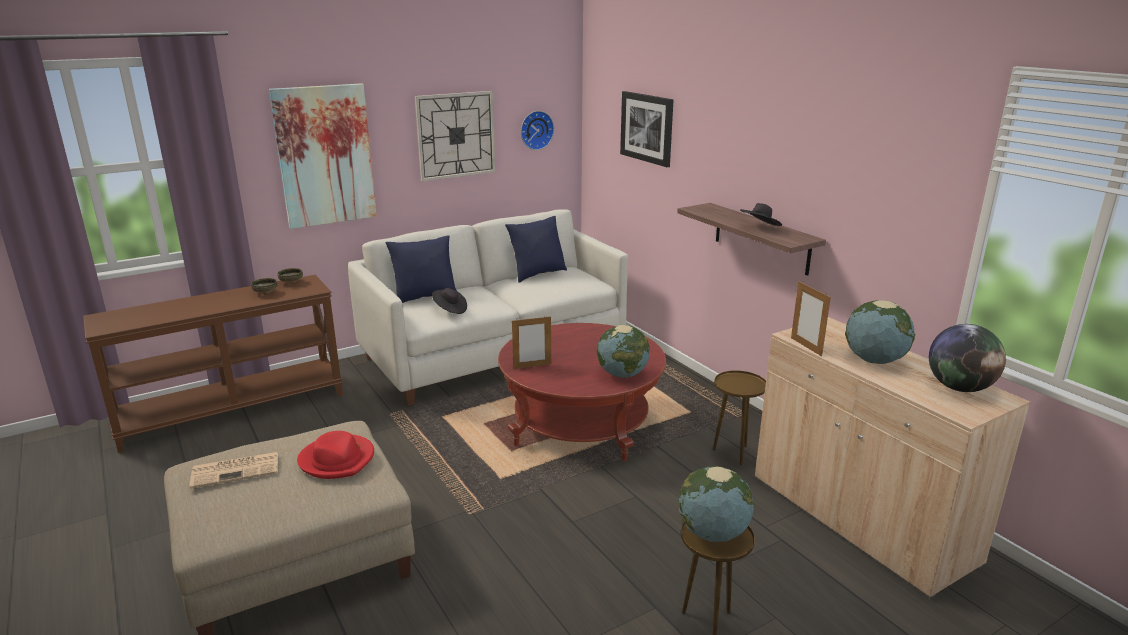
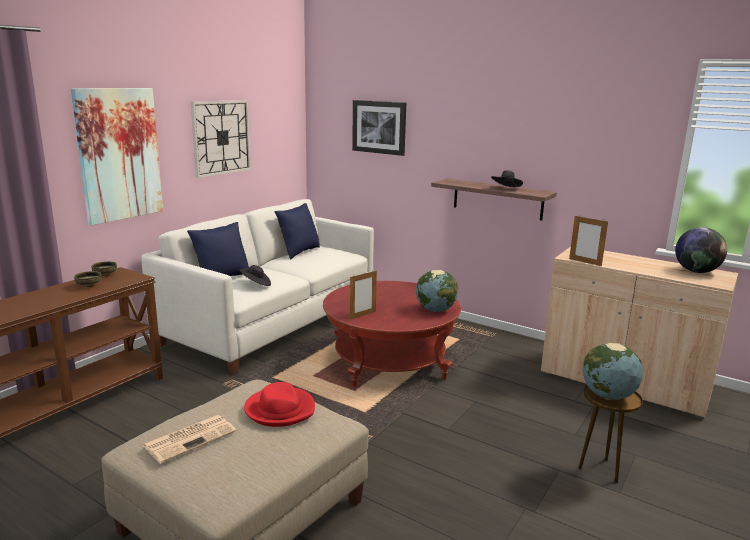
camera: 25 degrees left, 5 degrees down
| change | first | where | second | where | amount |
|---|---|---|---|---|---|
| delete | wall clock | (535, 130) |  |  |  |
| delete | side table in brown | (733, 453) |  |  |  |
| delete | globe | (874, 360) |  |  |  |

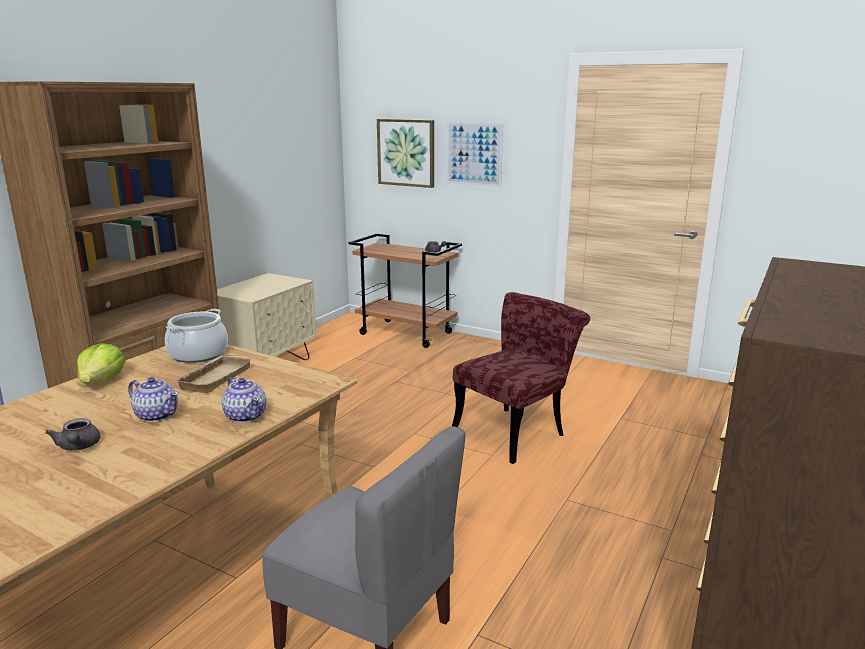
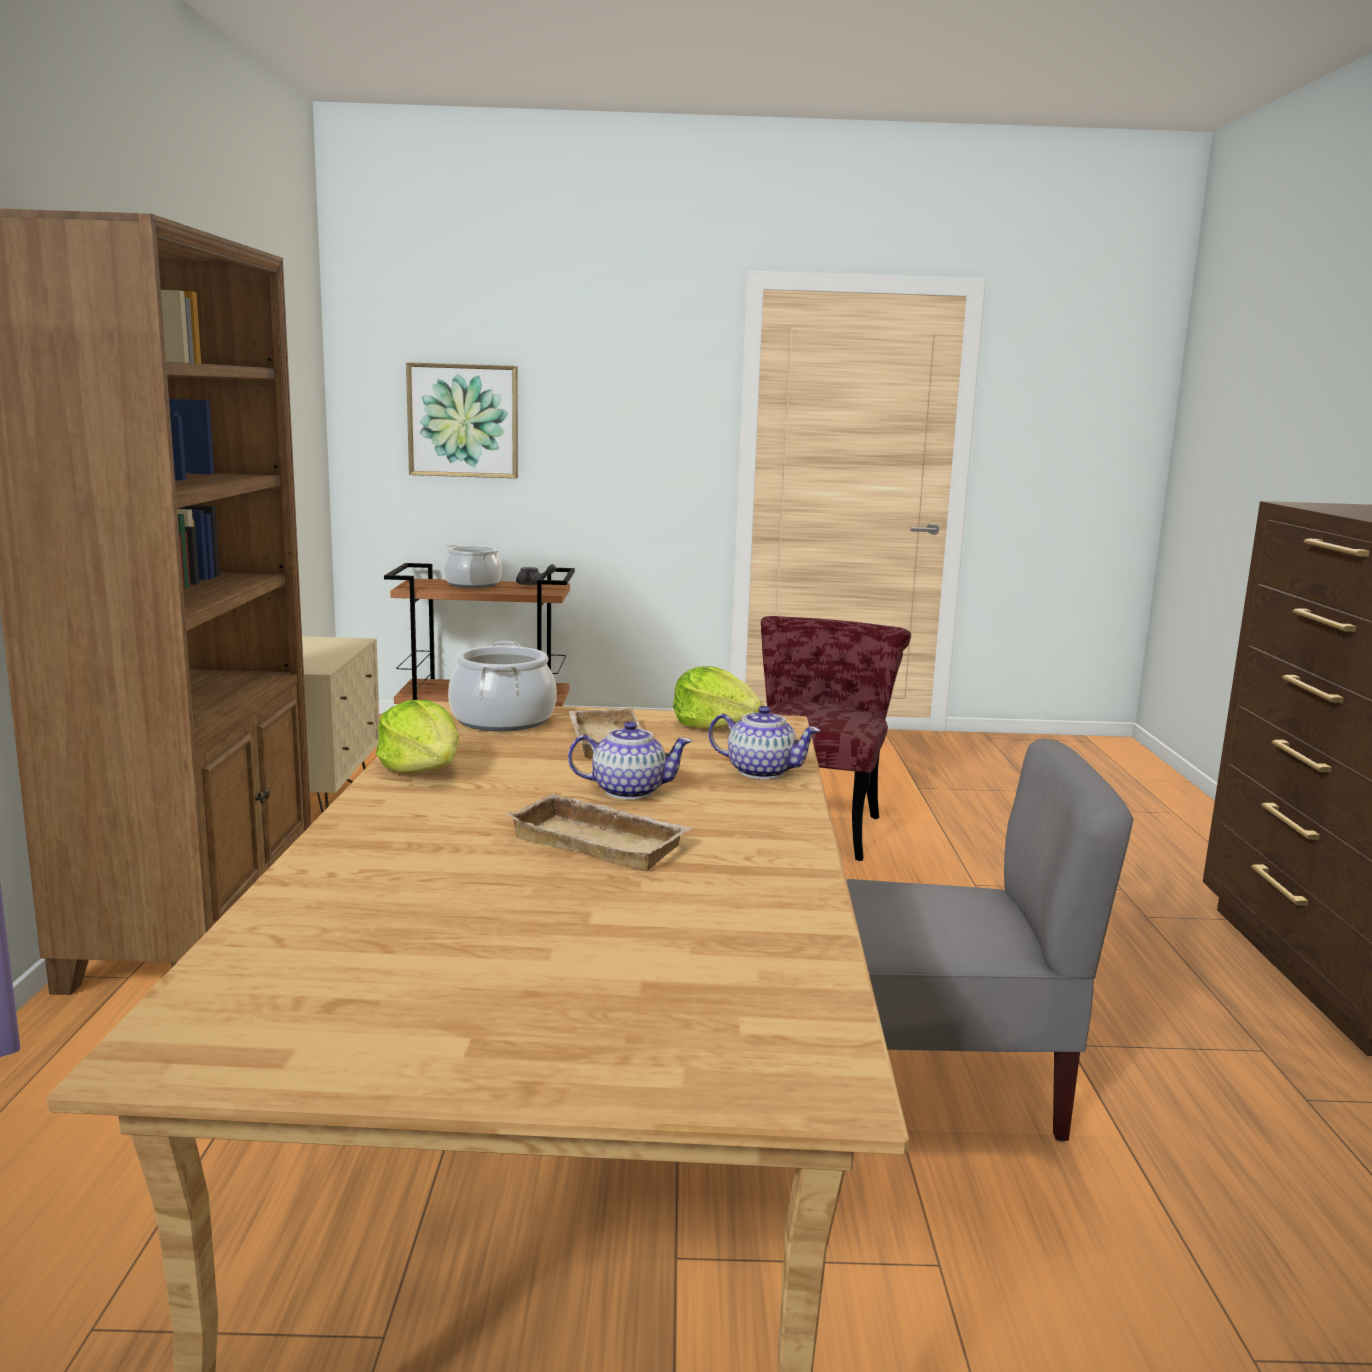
camera: 30 degrees left, 5 degrees down
| change | first | where | second | where | amount |
|---|---|---|---|---|---|
| insert |  |  | cooking pot | (473, 584) |  |
| replace | teapot in grey | (78, 447) | tray in beige | (602, 842) |  |
| insert |  |  | lettuce | (715, 726) |  |
| delete | picture | (474, 153) |  |  |  |

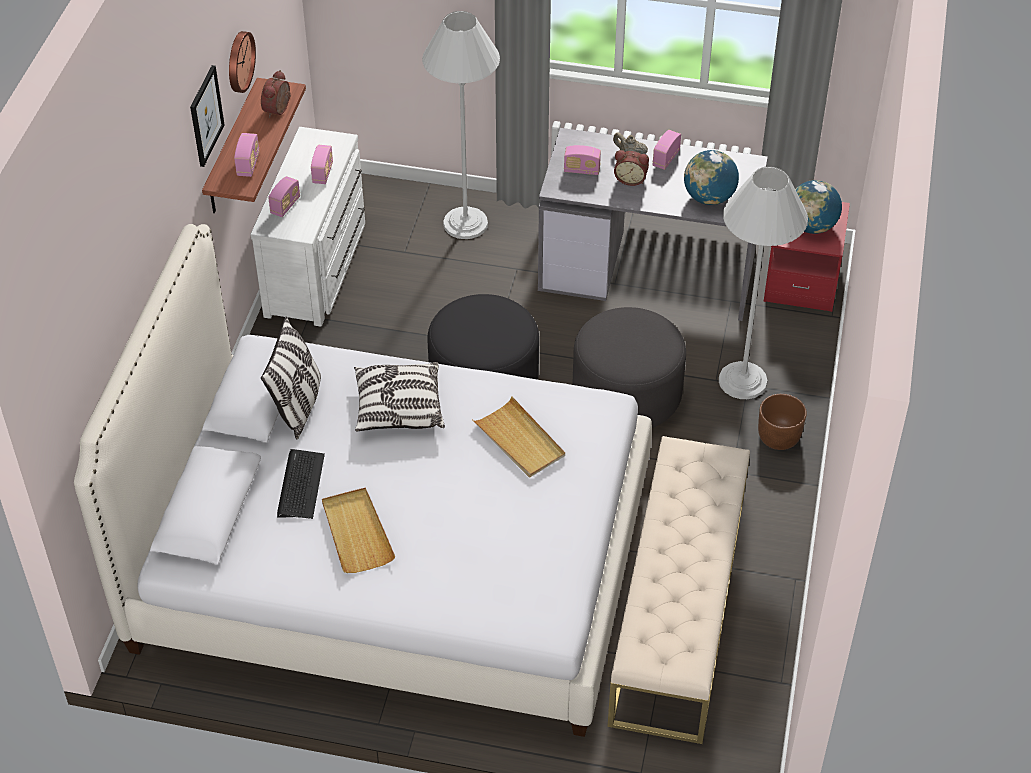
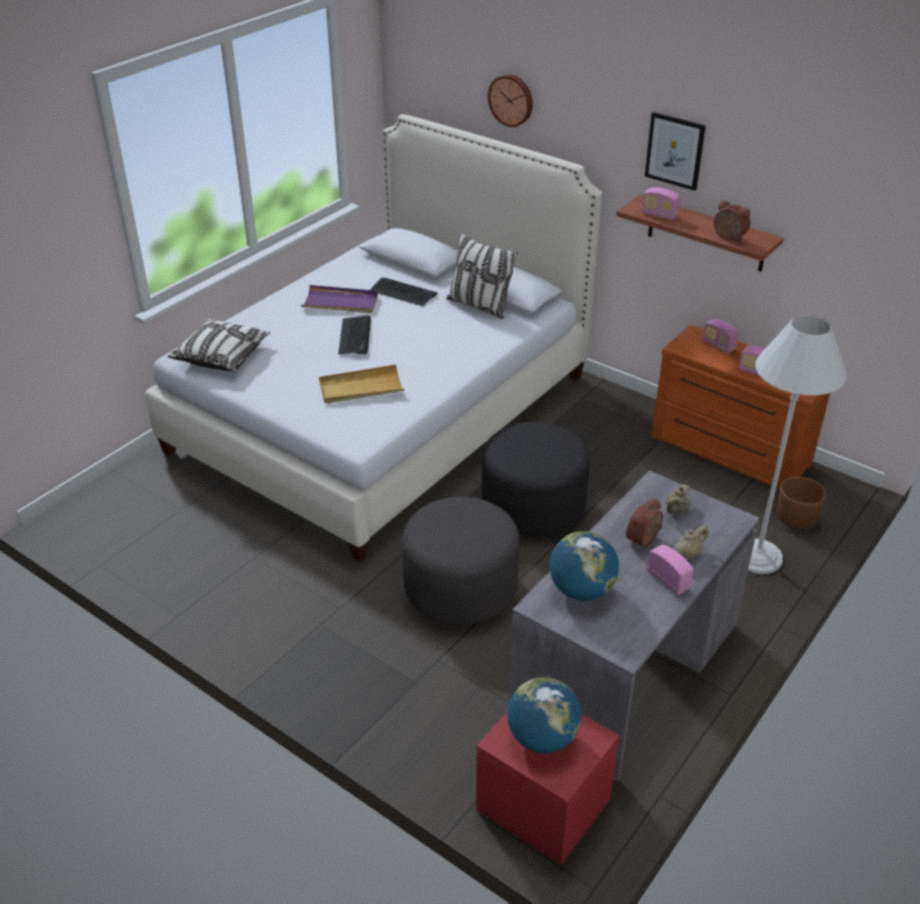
camera: 115 degrees right, 10 degrees down
| change | first | where | second | where | amount |
|---|---|---|---|---|---|
| move | pillow | (398, 408) |  | (222, 356) |  |
| recolor | tray in beige | (356, 532) | tray in purple | (341, 302) |  |
| insert |  |  | keyboard | (355, 336) |  |
| move | wall clock | (238, 61) |  | (511, 99) |  |
| recolor | dresser in white | (319, 267) | dresser in brown | (728, 452) |  |
| replace | radio | (581, 170) | teapot in beige | (676, 510) |  |
| move | planter in brown | (778, 437) |  | (796, 519) |  |
| delete | bench in beige | (677, 610) |  |  |  |
| delete | floor lamp in white | (742, 381) |  |  |  |

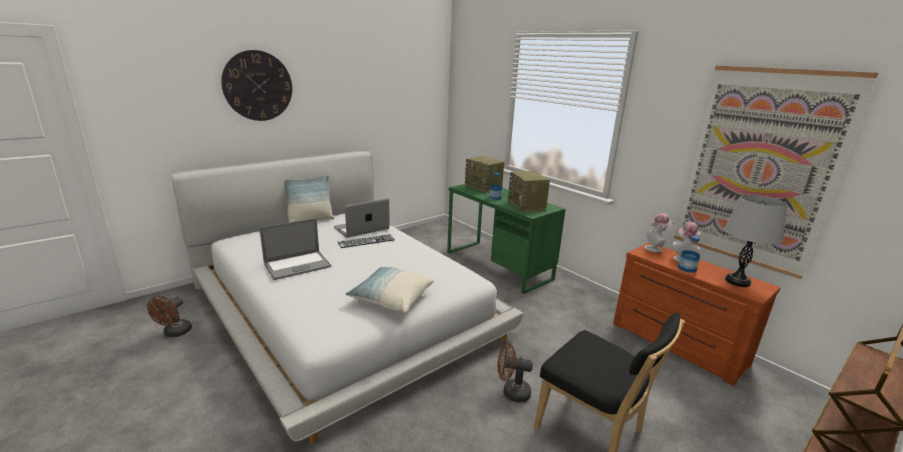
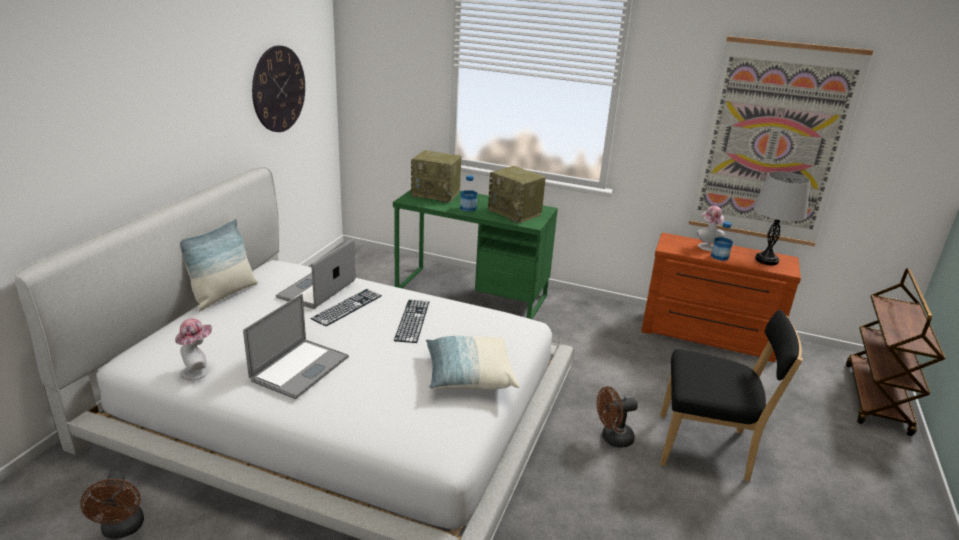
camera: 30 degrees left, 5 degrees up
| change | first | where | second | where | amount |
|---|---|---|---|---|---|
| move | hat | (655, 248) |  | (198, 371) |  |
| move | wall clock | (258, 86) |  | (279, 89) |  |
| insert |  |  | keyboard | (412, 320) |  |

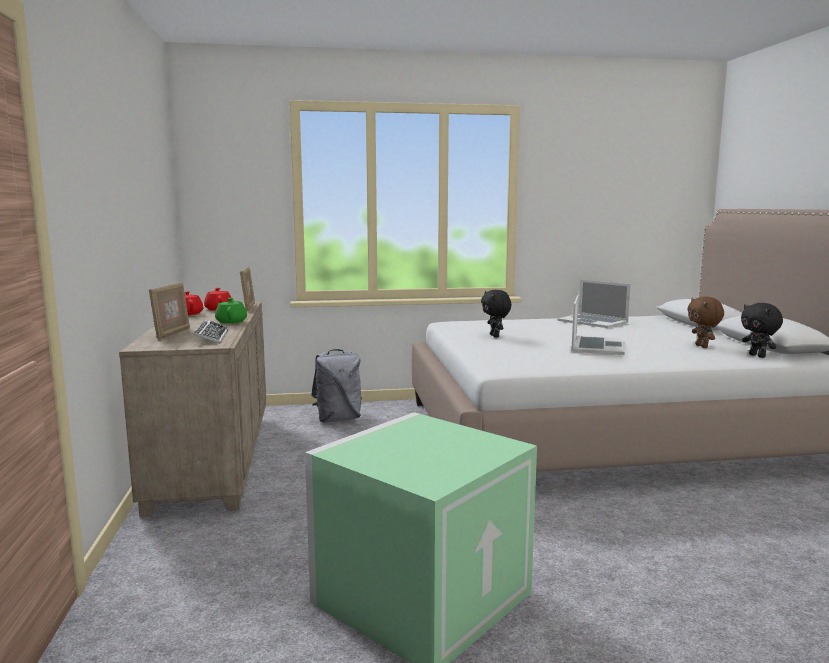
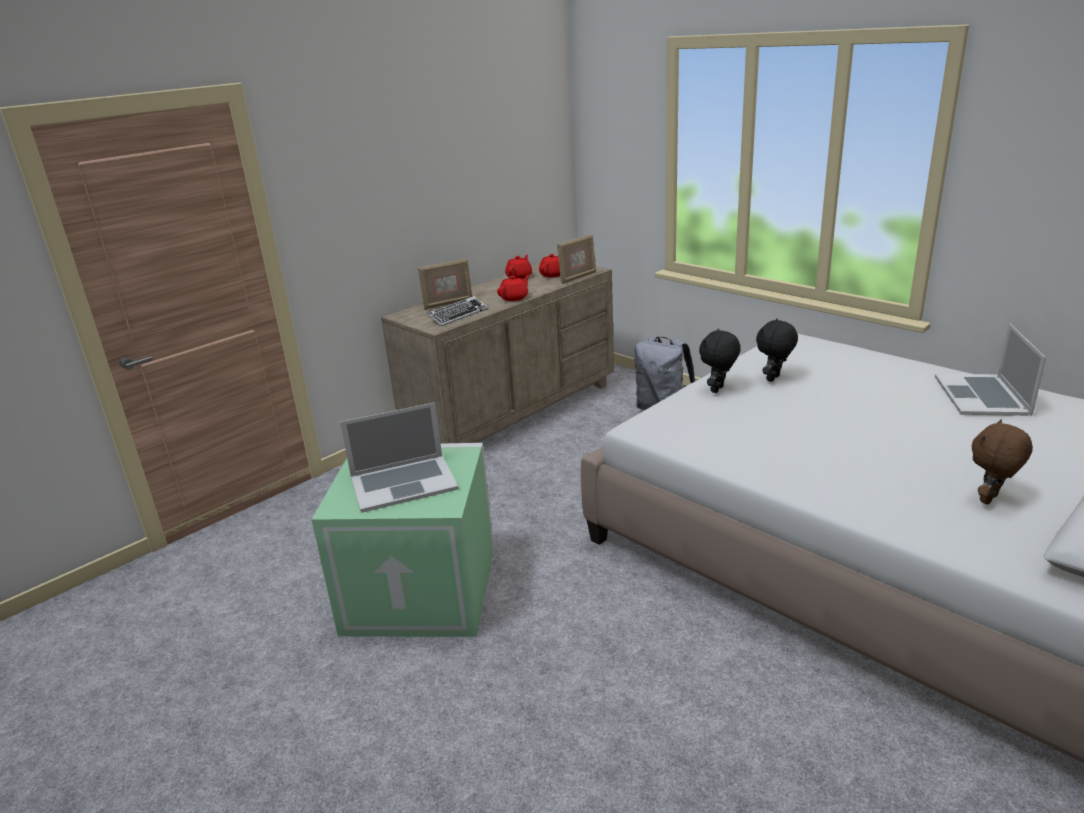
camera: 55 degrees right, 15 degrees up
| change | first | where | second | where | amount |
|---|---|---|---|---|---|
| move | laptop | (597, 346) |  | (403, 483) |  |
| recolor | teapot in green | (231, 321) | teapot in red | (514, 298) |  |
| move | plush toy in black | (758, 356) |  | (718, 390) |  |

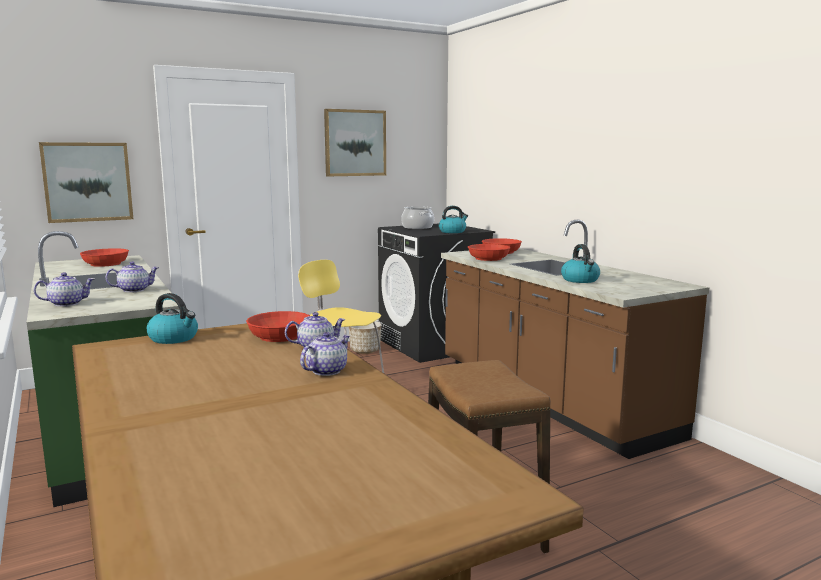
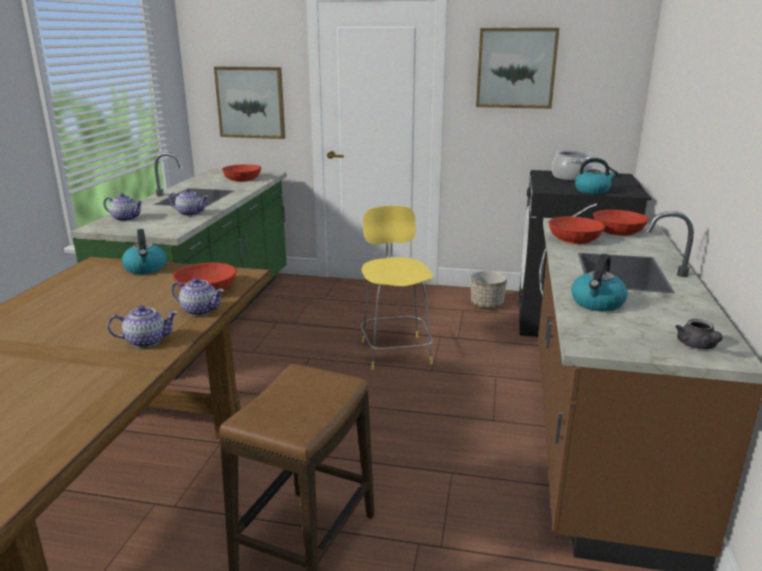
camera: 40 degrees right, 10 degrees up
| change | first | where | second | where | amount |
|---|---|---|---|---|---|
| insert |  |  | teapot in grey | (697, 346) |  |

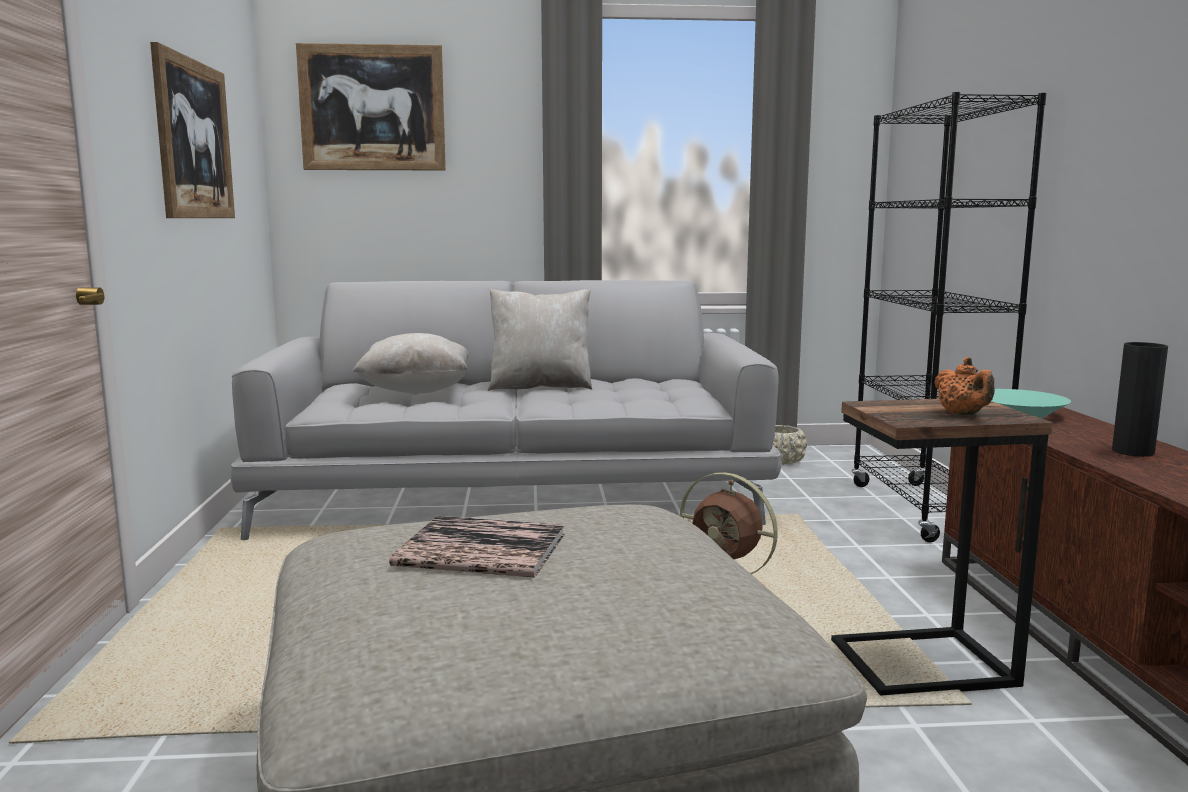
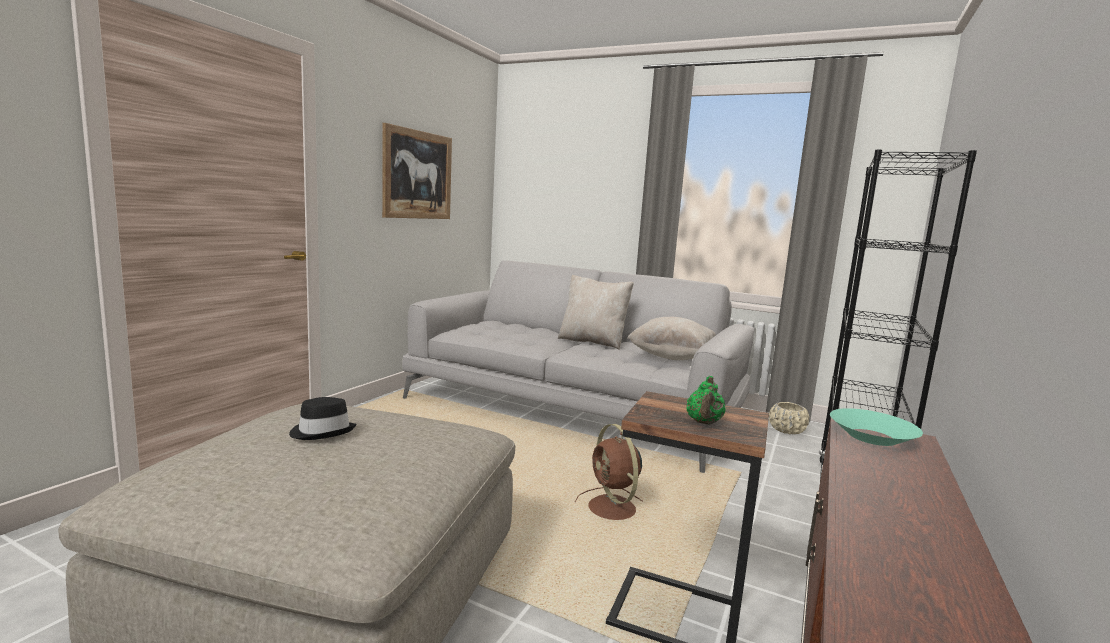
camera: 30 degrees right, 0 degrees up
| change | first | where | second | where | amount |
|---|---|---|---|---|---|
| replace | book | (481, 550) | hat in black | (322, 431) |  |
| move | pillow in beige | (416, 391) |  | (671, 357) |  |
| recolor | teapot in orange | (962, 415) | teapot in green | (703, 423) |  |
| delete | picture | (372, 108) |  |  |  |
| delete | vase in black | (1133, 452) |  |  |  |

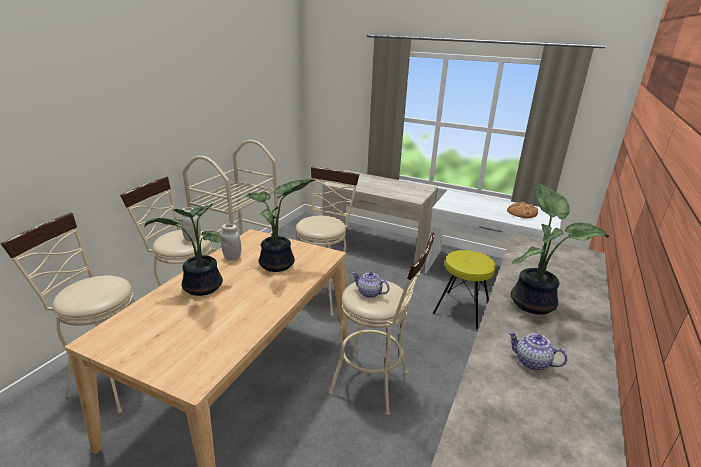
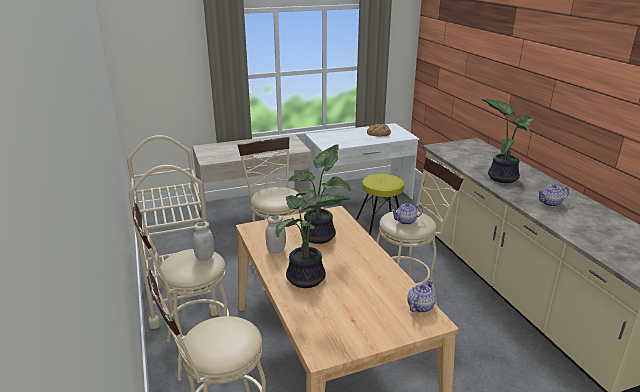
camera: 45 degrees left, 0 degrees up
| change | first | where | second | where | amount |
|---|---|---|---|---|---|
| insert |  |  | teapot | (420, 306) |  |

